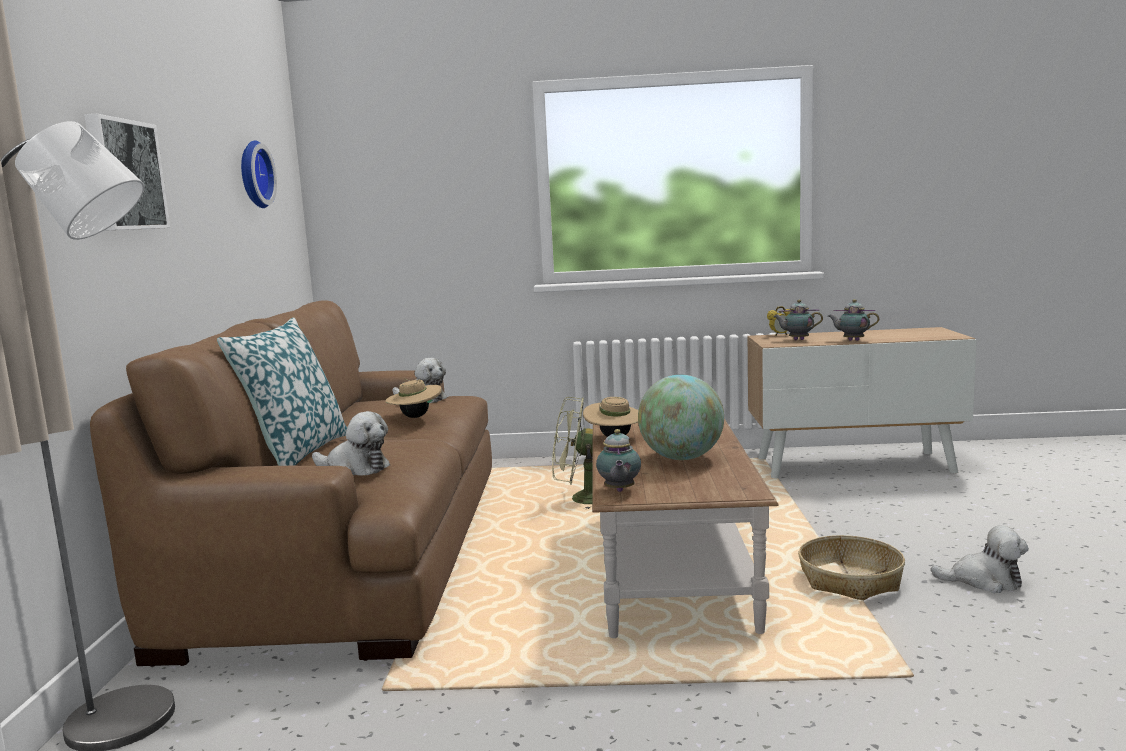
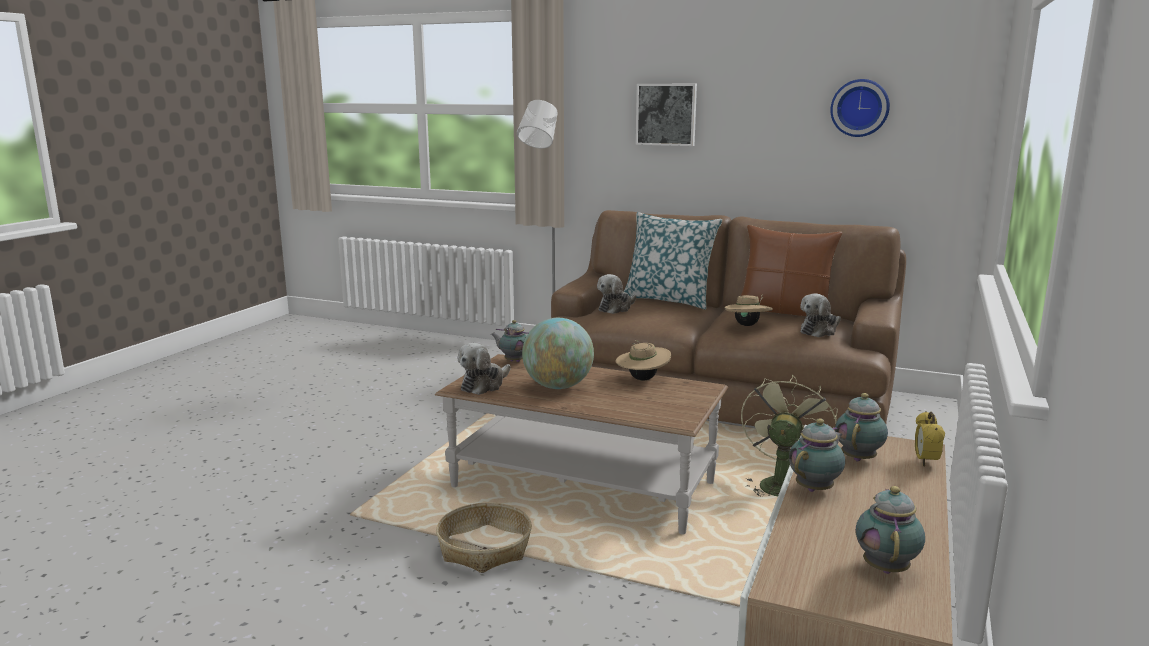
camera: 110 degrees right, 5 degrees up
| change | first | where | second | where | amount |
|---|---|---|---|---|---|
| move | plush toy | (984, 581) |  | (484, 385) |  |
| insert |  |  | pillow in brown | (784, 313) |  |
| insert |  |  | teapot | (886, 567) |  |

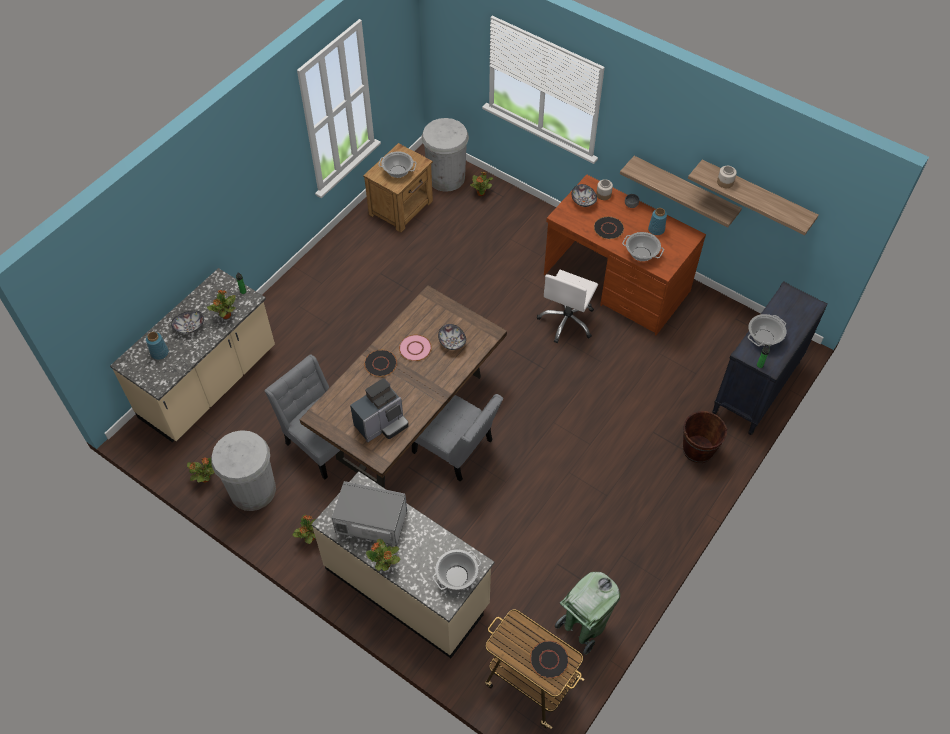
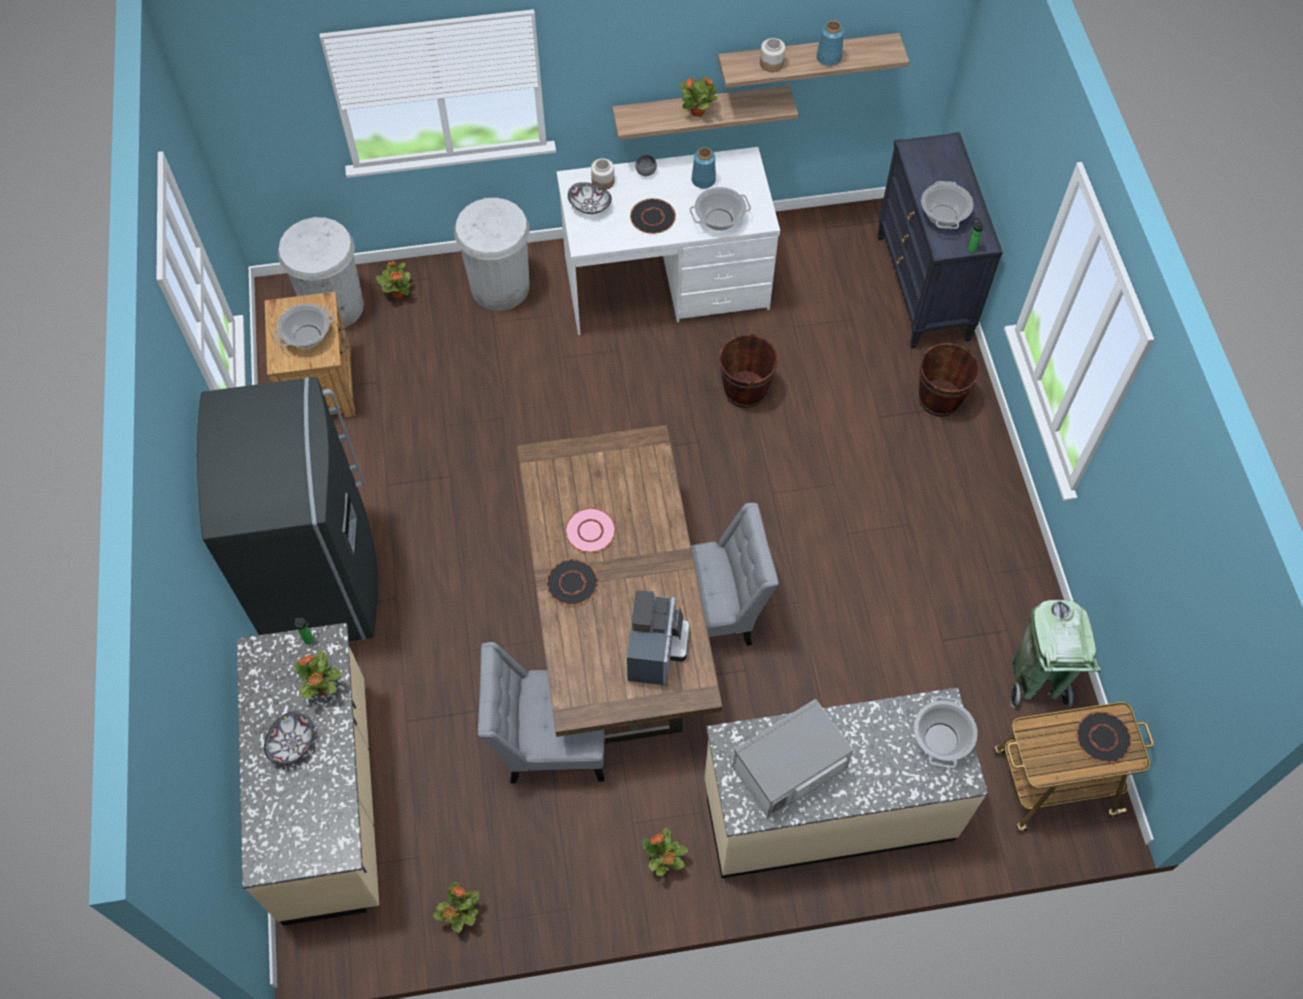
camera: 45 degrees left, 5 degrees up
| change | first | where | second | where | amount |
|---|---|---|---|---|---|
| insert |  |  | fridge in grey | (322, 578) |  |
| move | trash can in white | (252, 490) |  | (500, 287) |  |
| recolor | desk in brown | (616, 283) | desk in white | (666, 283) |  |
| move | potted plant | (385, 564) |  | (698, 112) |  |
| insert |  |  | bucket in brown | (745, 390) |  |
| move | vase in blue | (159, 353) |  | (829, 58) |  |
| delete | bowl | (452, 342) |  |  |  |
| delete | office chair in white | (567, 321) |  |  |  |

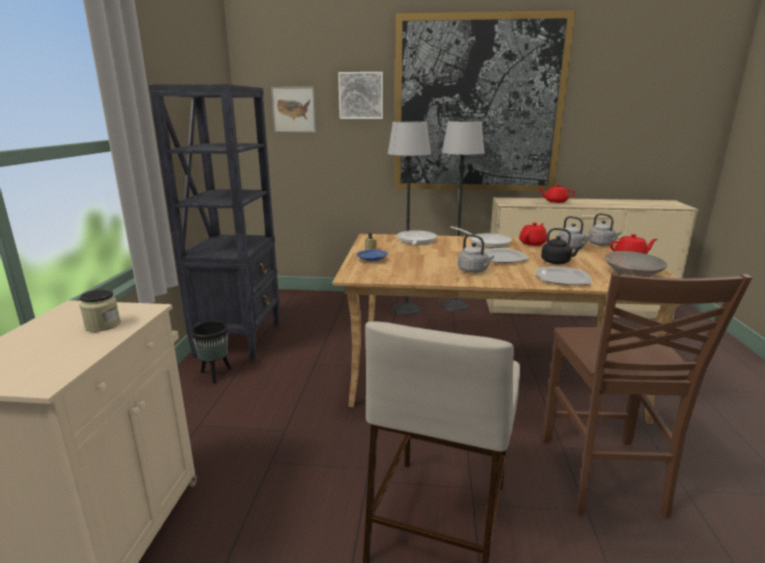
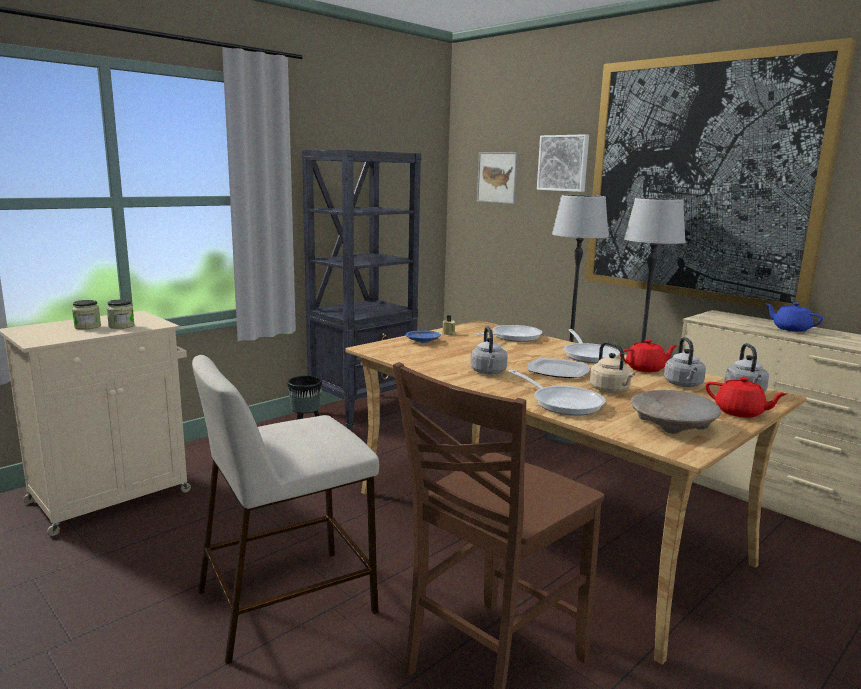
camera: 40 degrees right, 5 degrees down
| change | first | where | second | where | amount |
|---|---|---|---|---|---|
| insert |  |  | jar | (87, 327) |  |
| replace | plate | (562, 278) | frying pan | (563, 403) |  |
| recolor | kettle in black | (557, 262) | kettle in beige | (611, 390) |  |
| recolor | teapot in red | (555, 201) | teapot in blue | (790, 329) |  |

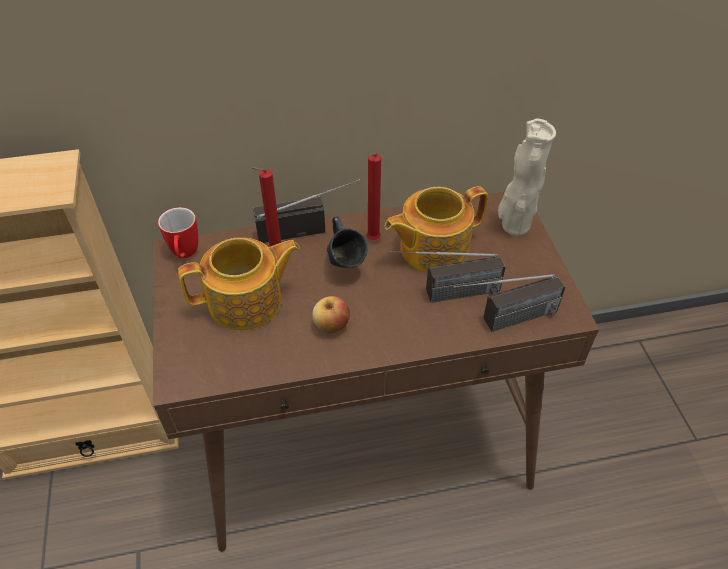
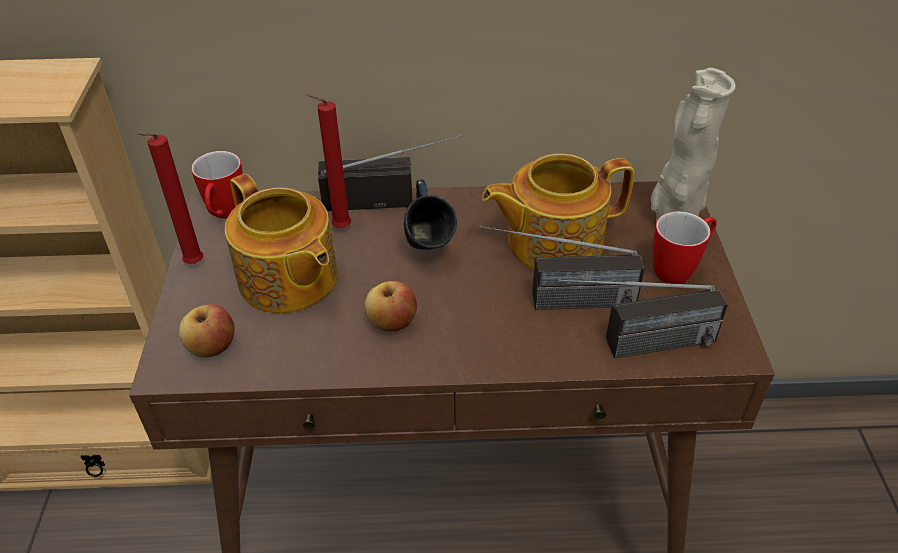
camera: 10 degrees right, 5 degrees down
| change | first | where | second | where | amount |
|---|---|---|---|---|---|
| move | candle in red | (372, 241) |  | (192, 265) |  |
| insert |  |  | apple | (212, 347) |  |
| rotate | teapot | (247, 302) |  | (288, 280) | 60 degrees clockwise |
| insert |  |  | mug | (679, 269) |  |

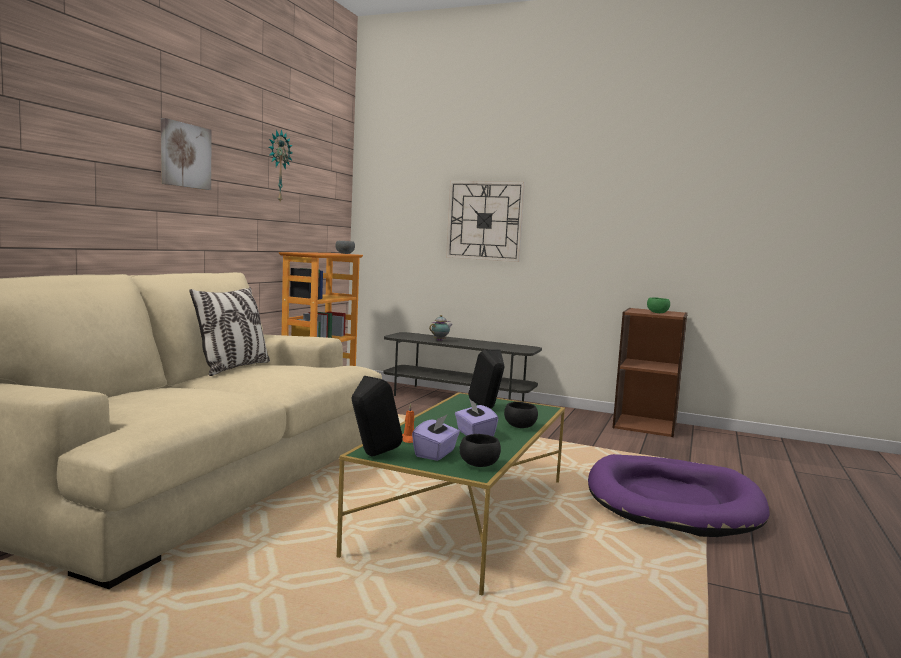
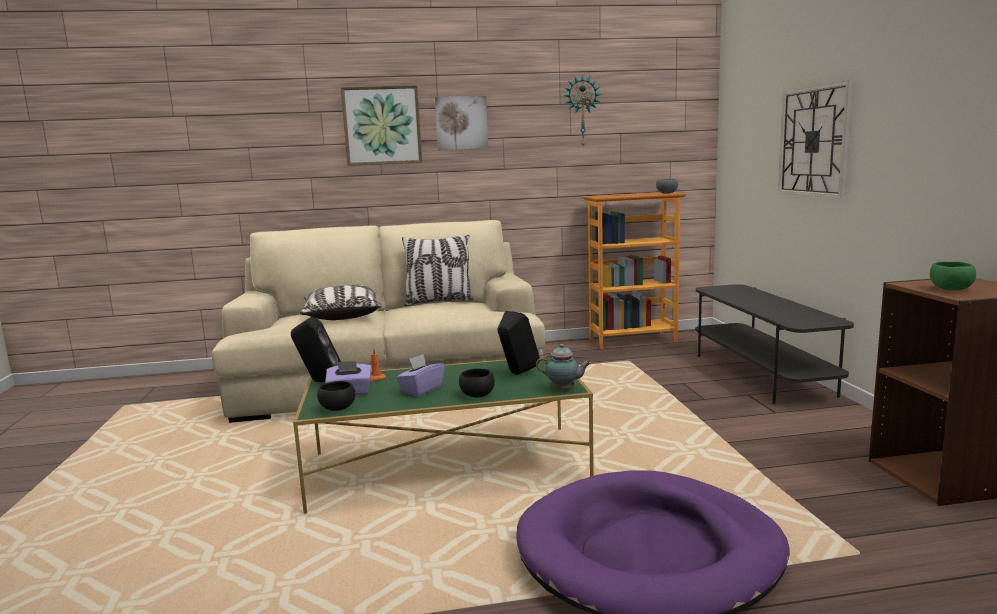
camera: 60 degrees right, 5 degrees up
| change | first | where | second | where | amount |
|---|---|---|---|---|---|
| insert |  |  | pillow | (341, 316) |  |
| insert |  |  | picture | (382, 125) |  |
| move | teapot | (440, 340) |  | (564, 389) |  |

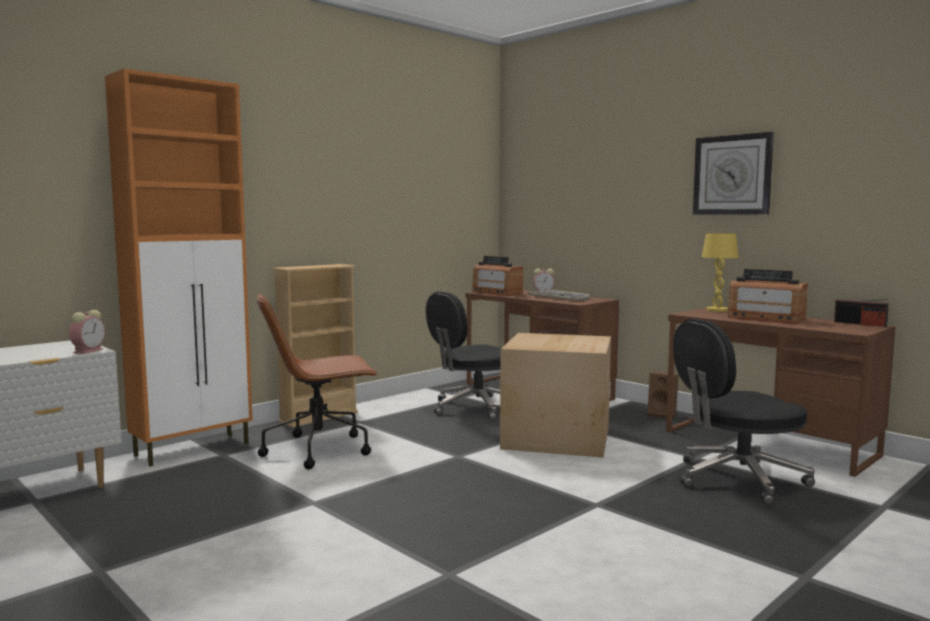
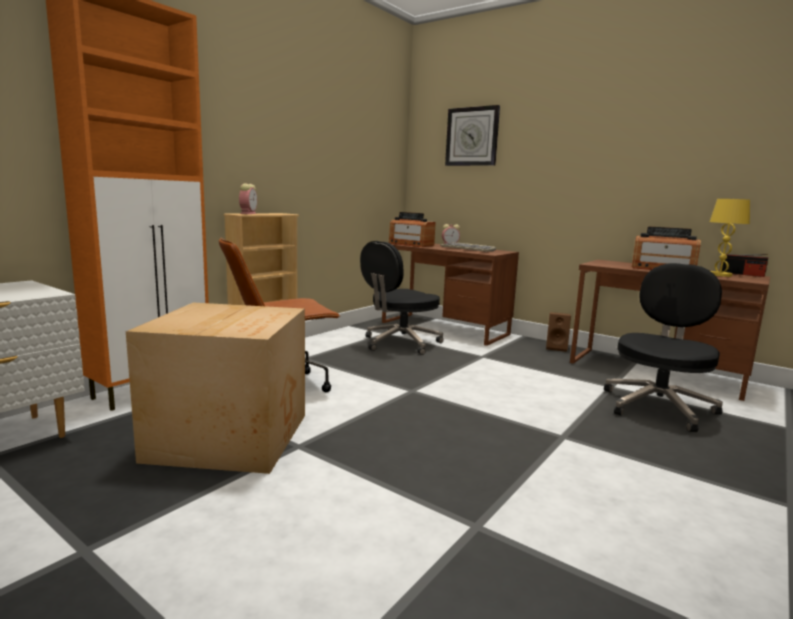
camera: 10 degrees left, 5 degrees up
| change | first | where | second | where | amount |
|---|---|---|---|---|---|
| move | cardboard box | (558, 437) |  | (232, 436) |  |
| move | alarm clock | (89, 351) |  | (248, 213) |  |
| move | wall clock | (732, 175) |  | (472, 136) |  |
| rotate | office chair in black | (737, 479) |  | (658, 406) | 150 degrees clockwise |
| move | table lamp in yellow | (717, 310) |  | (719, 275) |  |

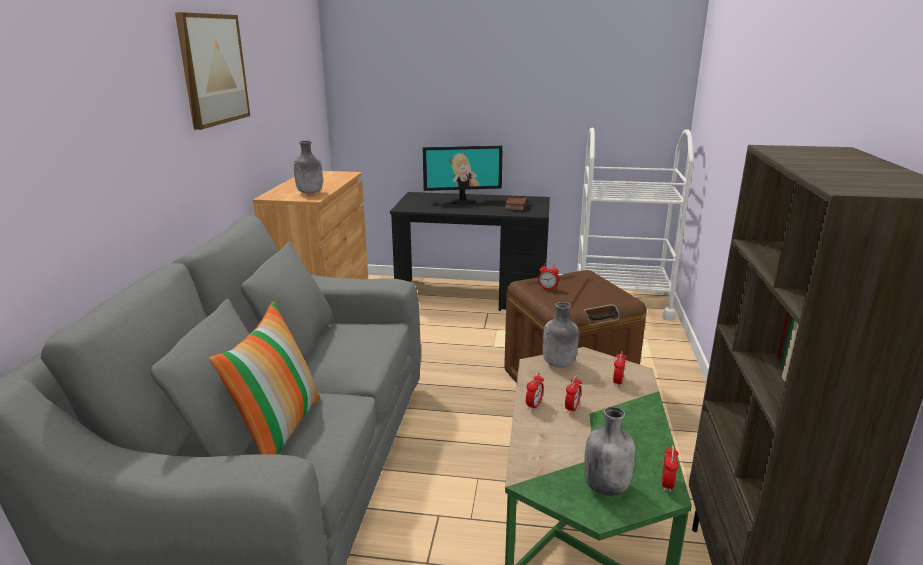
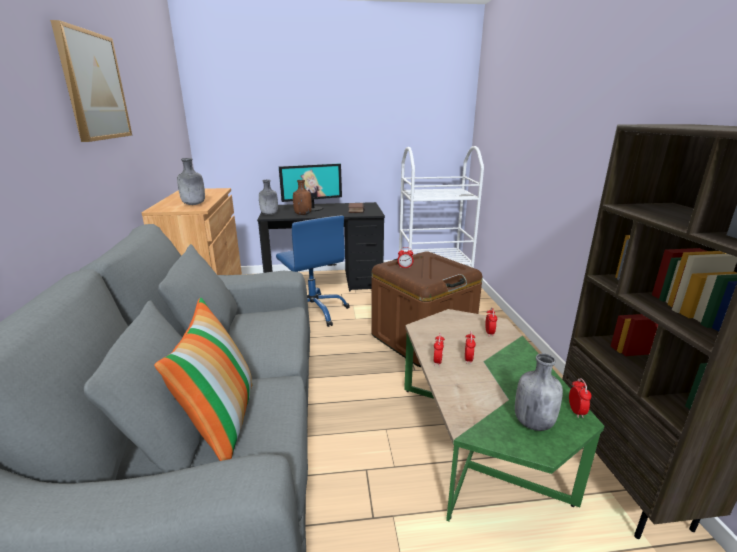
camera: 15 degrees left, 0 degrees up
| change | first | where | second | where | amount |
|---|---|---|---|---|---|
| move | bottle in grey | (559, 364) |  | (269, 214) |  |
| insert |  |  | office chair in blue | (313, 311) |  |
| insert |  |  | bottle in brown | (302, 214) |  |

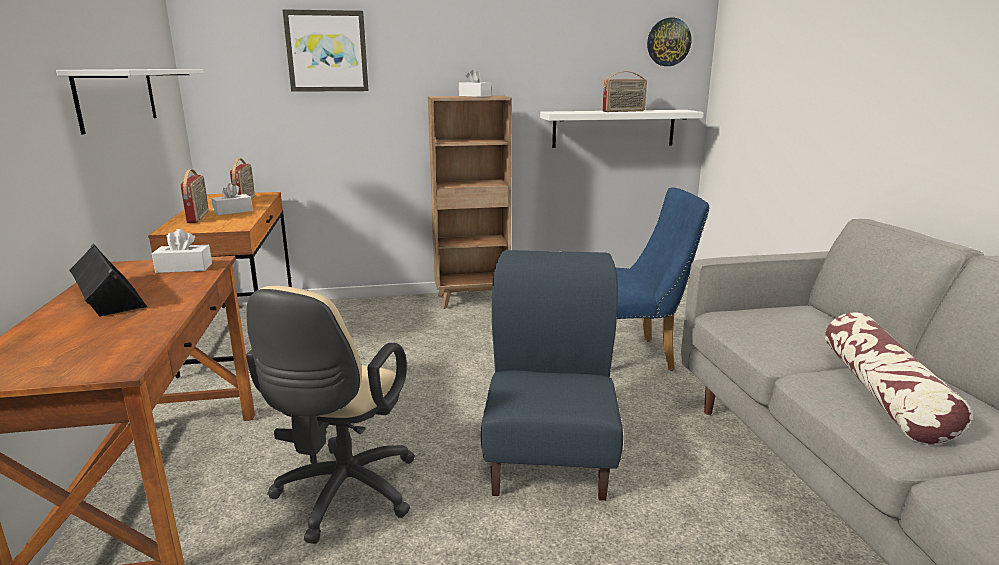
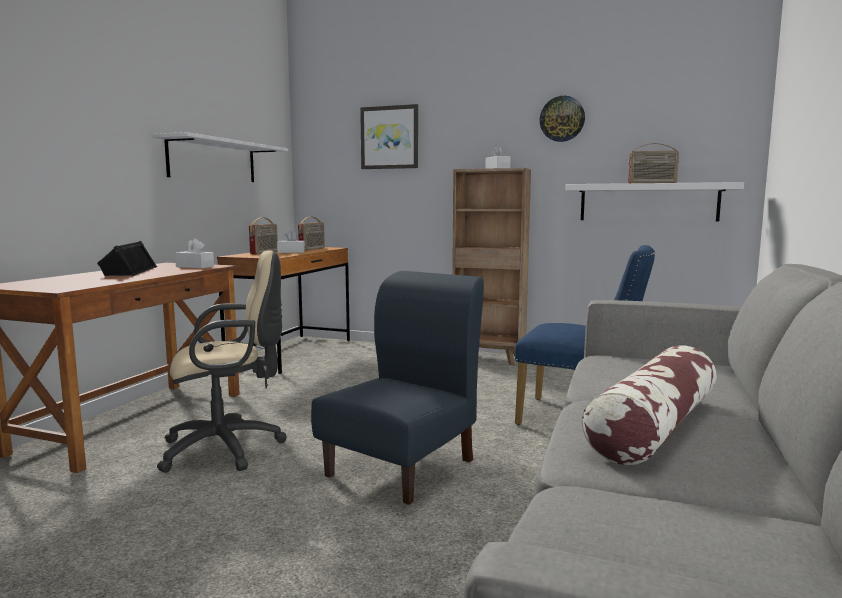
camera: 30 degrees right, 10 degrees down
| change | first | where | second | where | amount |
|---|---|---|---|---|---|
| rotate | office chair in beige | (343, 496) |  | (229, 448) | 150 degrees counterclockwise |
| move | wall clock | (668, 42) |  | (562, 119) |  |

